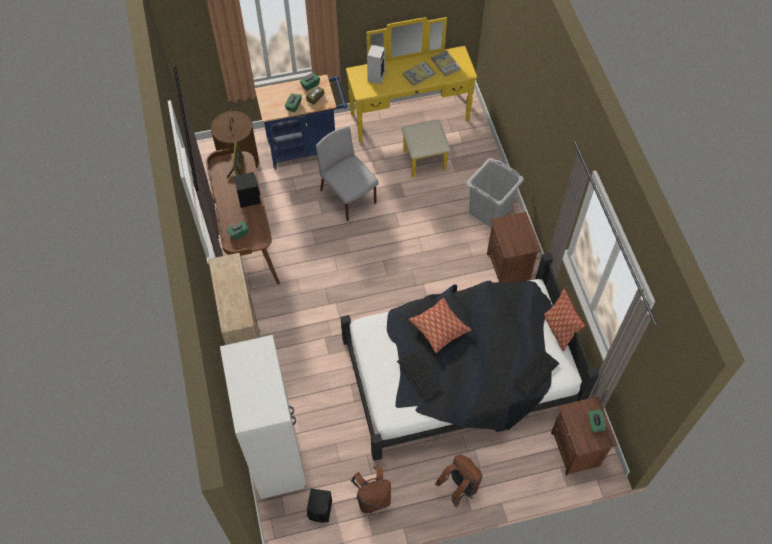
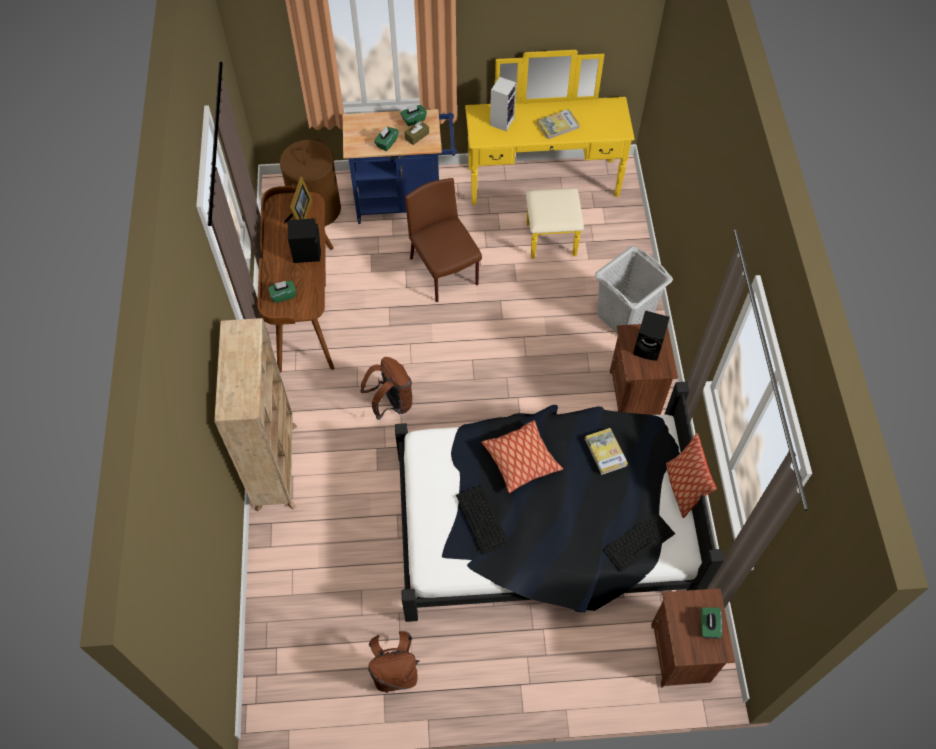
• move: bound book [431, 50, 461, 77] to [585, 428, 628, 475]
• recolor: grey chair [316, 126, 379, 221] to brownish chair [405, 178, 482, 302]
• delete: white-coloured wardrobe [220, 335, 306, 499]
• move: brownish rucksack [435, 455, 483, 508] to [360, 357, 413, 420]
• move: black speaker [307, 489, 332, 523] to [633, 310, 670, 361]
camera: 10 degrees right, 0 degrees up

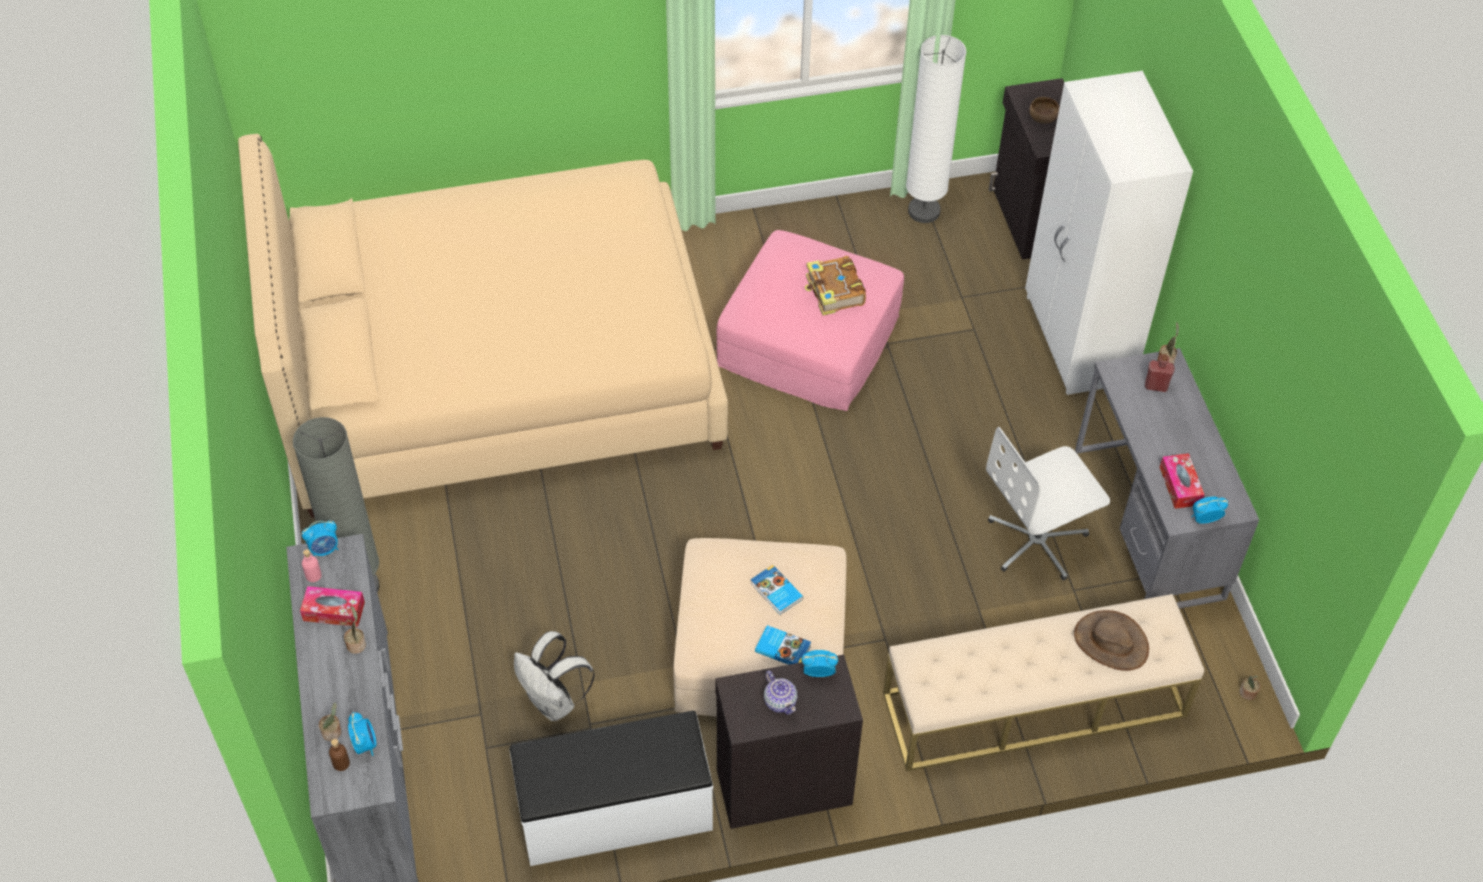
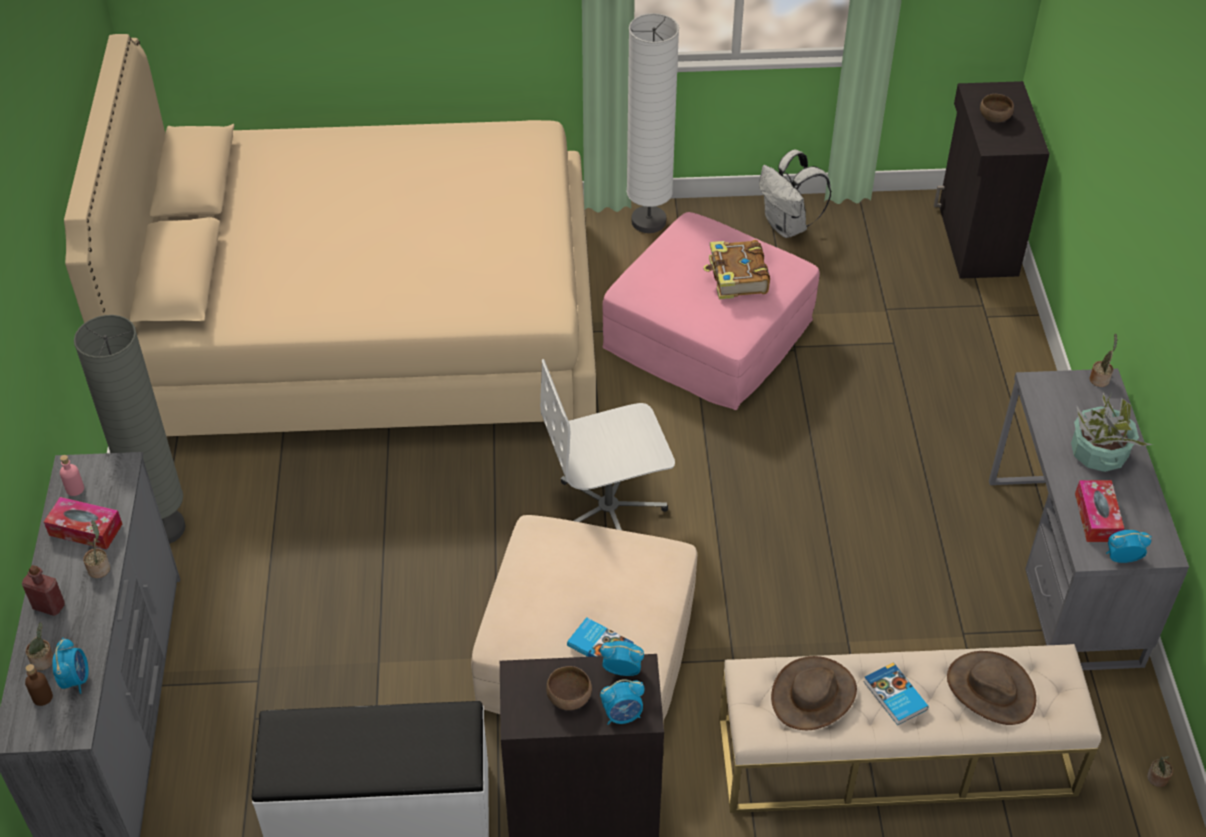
• move: white-coloured standard lamp [906, 35, 967, 223] to [626, 13, 679, 233]
• delete: white-coloured wardrobe [1025, 71, 1193, 395]
• move: red-coloured bottle [1145, 354, 1175, 392] to [22, 565, 65, 616]
• move: white-coloured desk chair [986, 427, 1110, 580] to [540, 359, 675, 530]
• move: alarm clock [302, 521, 338, 556] to [600, 679, 645, 725]
• move: bound book [750, 565, 803, 615] to [864, 662, 929, 725]
• move: white-coloured rucksack [514, 631, 595, 721] to [759, 150, 831, 238]
• replace: teapot [764, 671, 797, 715] to brownish bowl [546, 666, 592, 710]
• insert: potted plant [1071, 391, 1153, 472]
• insert: brownish hat [771, 656, 857, 730]
camera: 10 degrees right, 5 degrees down

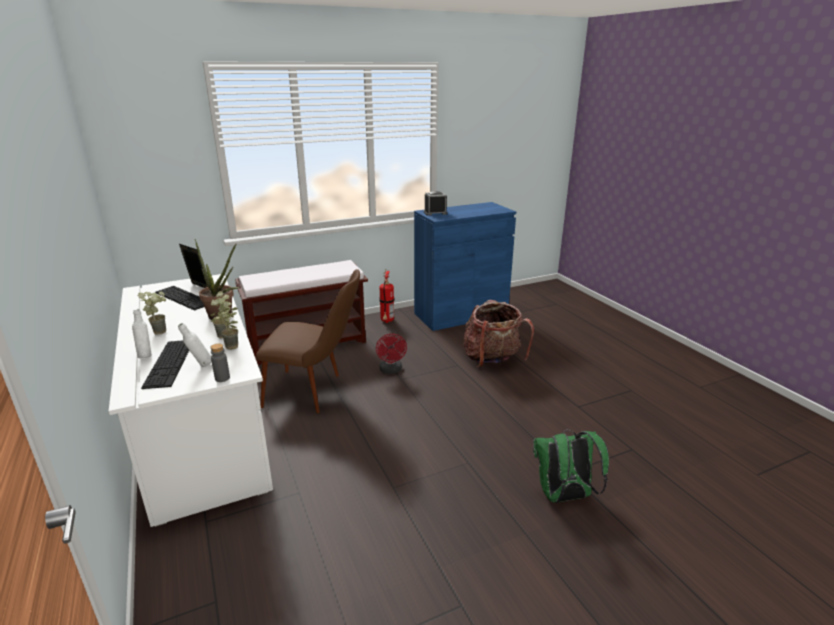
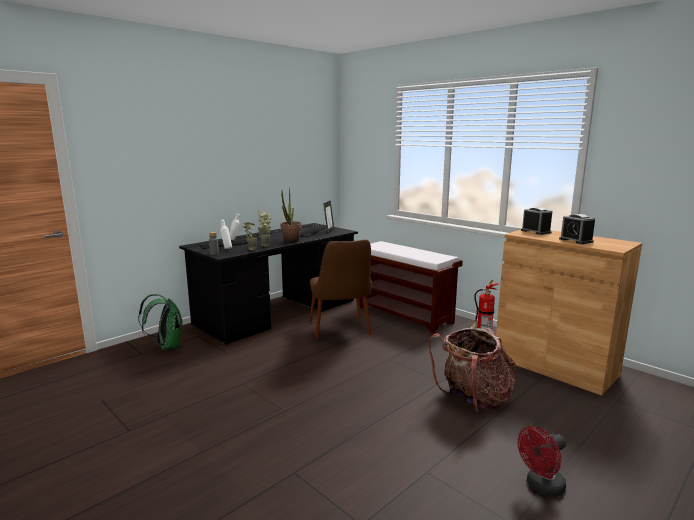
• recolor: blue-coloured storage cabinet [414, 202, 516, 331] to brownish storage cabinet [496, 230, 642, 396]
• recolor: white-coloured desk table [109, 274, 273, 527] to black desk table [179, 223, 358, 345]
• move: red-coloured electric fan [376, 334, 407, 374] to [518, 426, 566, 497]
• move: green-coloured rucksack [533, 430, 609, 503] to [138, 294, 182, 350]
• insert: alarm clock [559, 214, 595, 244]
camera: 70 degrees right, 10 degrees down

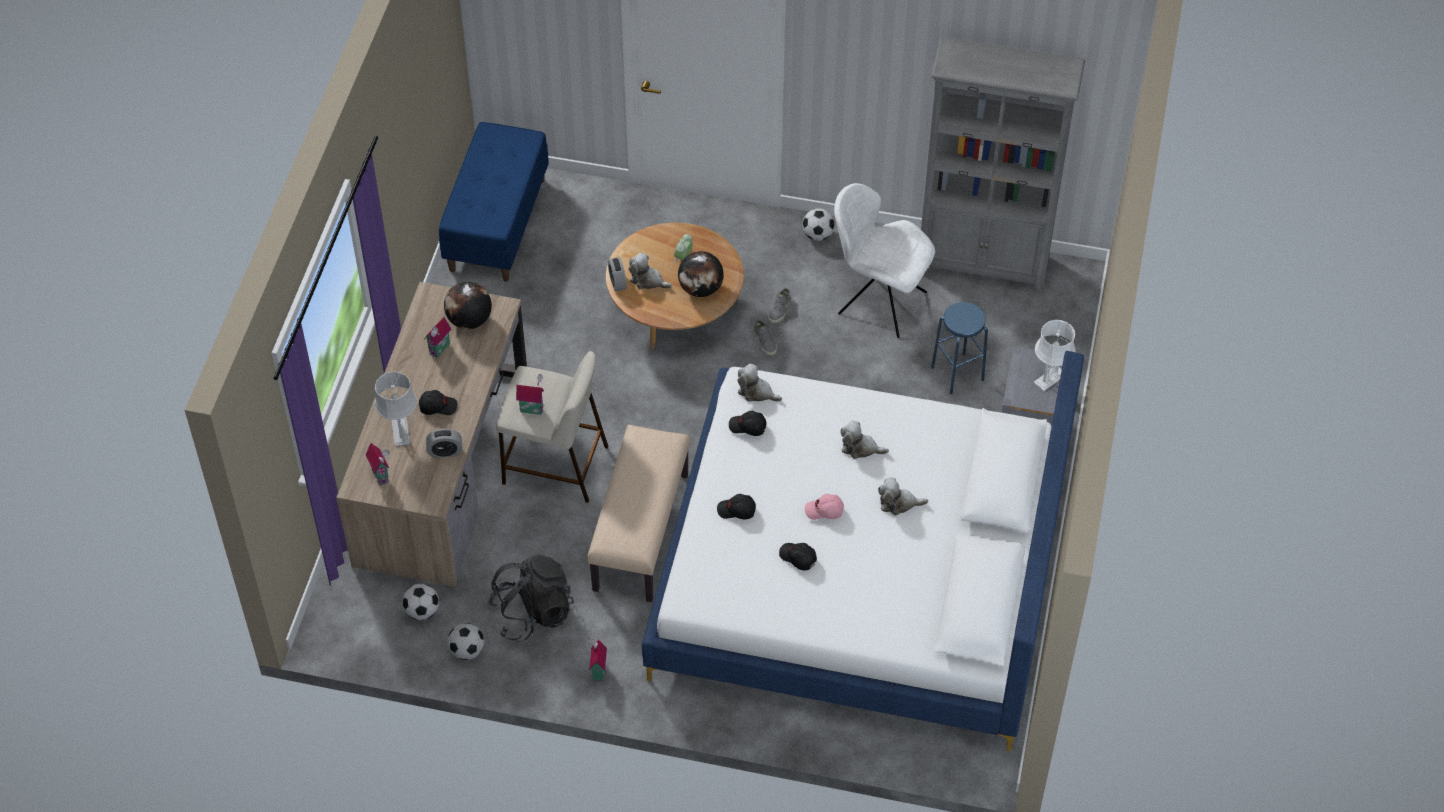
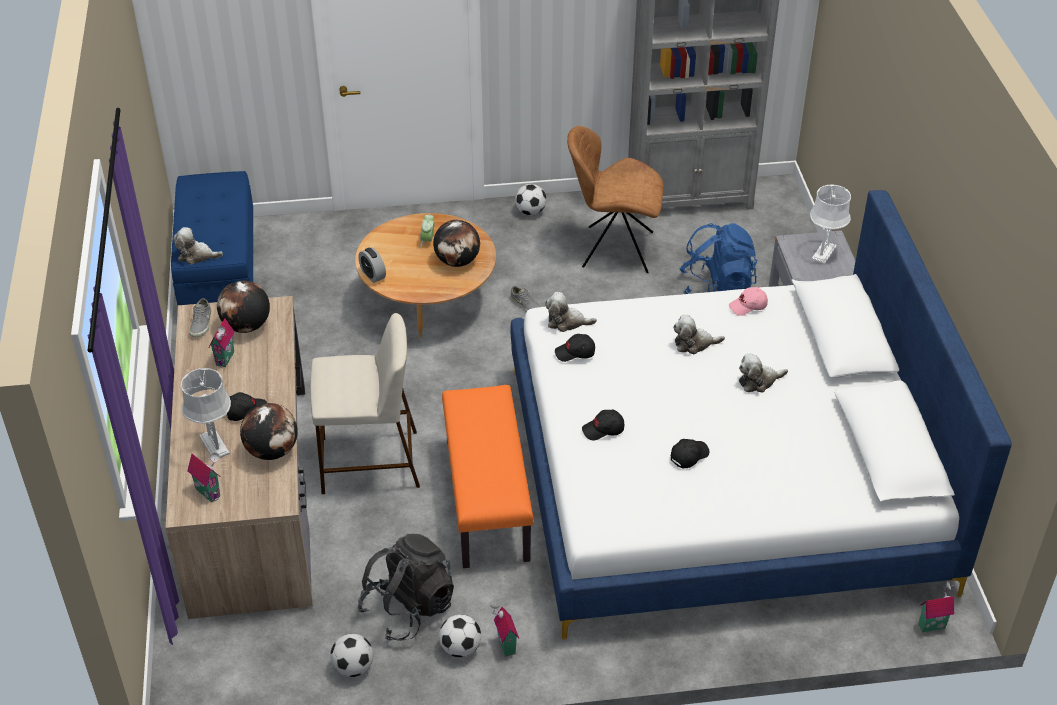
• recolor: white-coloured chair [834, 183, 935, 338] to brownish chair [567, 126, 664, 273]
• move: cuddly toy [629, 253, 672, 289] to [173, 227, 223, 265]
• move: grey item of footwear [768, 288, 791, 323] to [190, 298, 211, 337]
• replace: blue-coloured stool seat [931, 302, 988, 394] to blue-coloured rucksack [679, 223, 757, 294]
• move: miniature house [516, 374, 544, 415] to [919, 581, 954, 632]
• recolor: beige long seat [587, 425, 691, 602] to orange-coloured long seat [442, 385, 534, 568]
• replace: alarm clock [426, 429, 462, 458] to globe [240, 403, 298, 460]
• move: pink-coloured peaked cap [805, 494, 844, 520] to [729, 287, 768, 316]
• rotate: black peaked cap [779, 543, 817, 571] = [671, 439, 709, 468] 120 degrees clockwise
• move: football ball [402, 583, 439, 620] to [439, 614, 481, 657]
camera: 20 degrees left, 10 degrees down

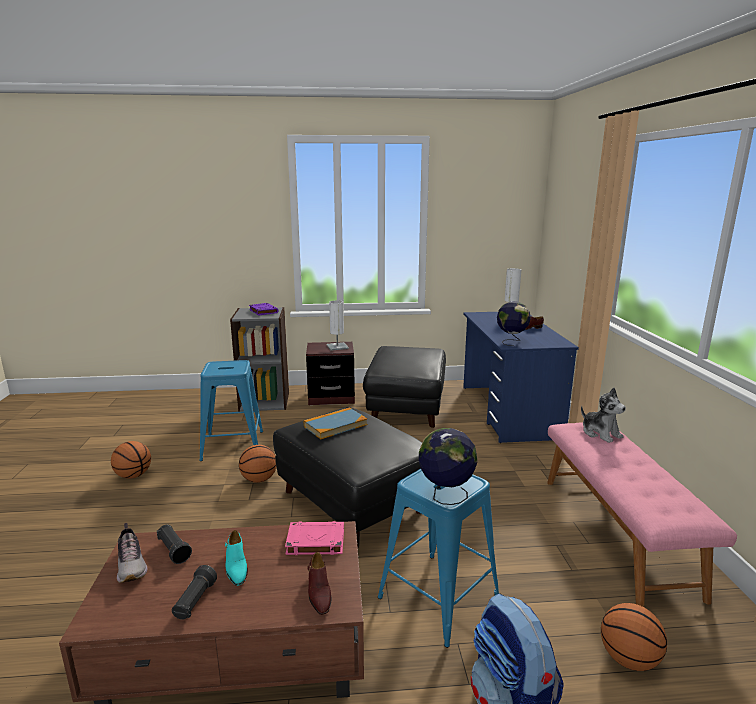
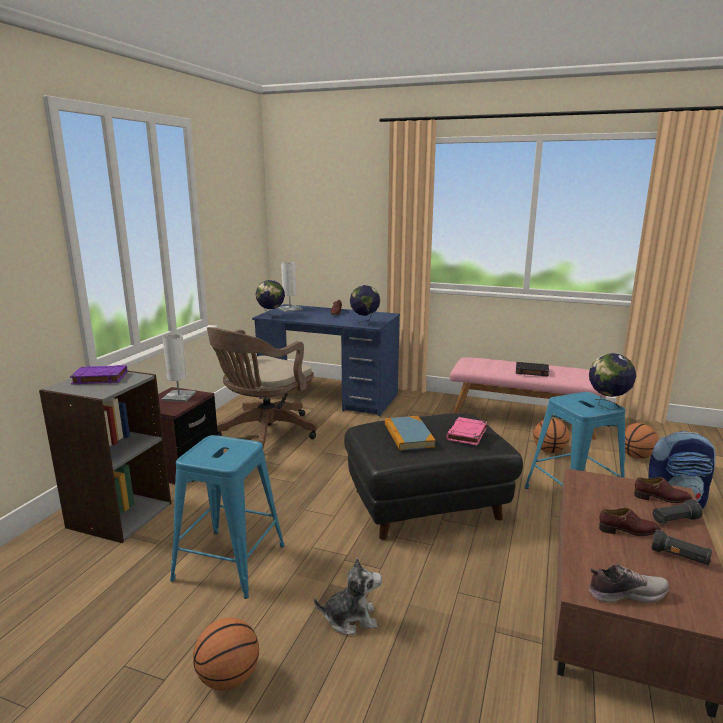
• replace: black pouffe [363, 346, 446, 428] to brownish desk chair [207, 327, 317, 448]
• move: cuddly toy [581, 388, 626, 443] to [314, 557, 382, 635]
• move: ball for basketball [239, 445, 276, 483] to [533, 418, 570, 453]
• move: pink-coloured bound book [285, 521, 344, 555] to [446, 417, 487, 445]
• move: black hand torch [157, 525, 192, 564] to [652, 499, 703, 524]
• recolor: turquoise-coloured item of footwear [225, 530, 248, 586] to brownish item of footwear [599, 508, 661, 536]
• insert: globe [256, 280, 285, 317]
• insert: black bound book [516, 362, 549, 377]
camera: 65 degrees left, 0 degrees up

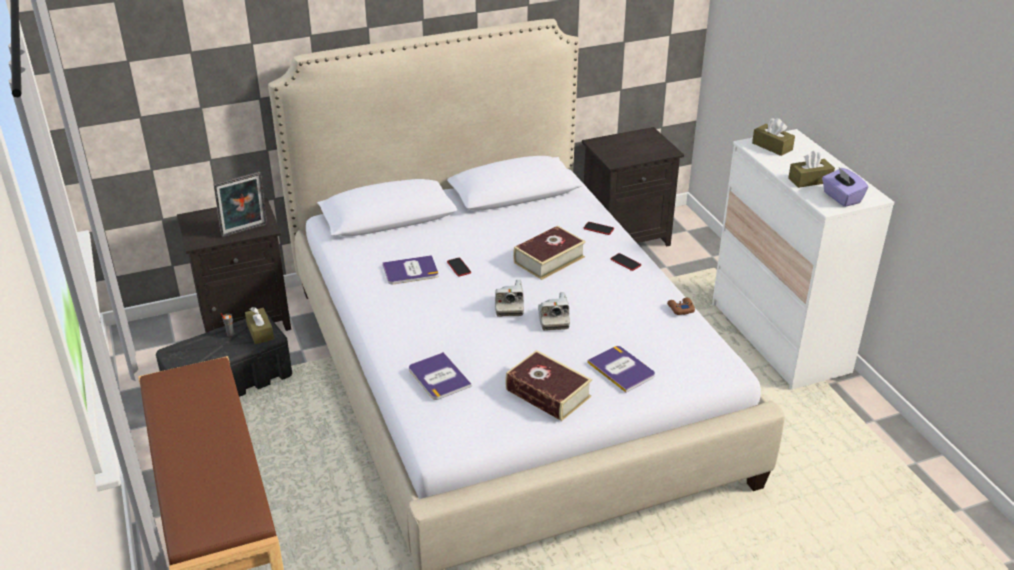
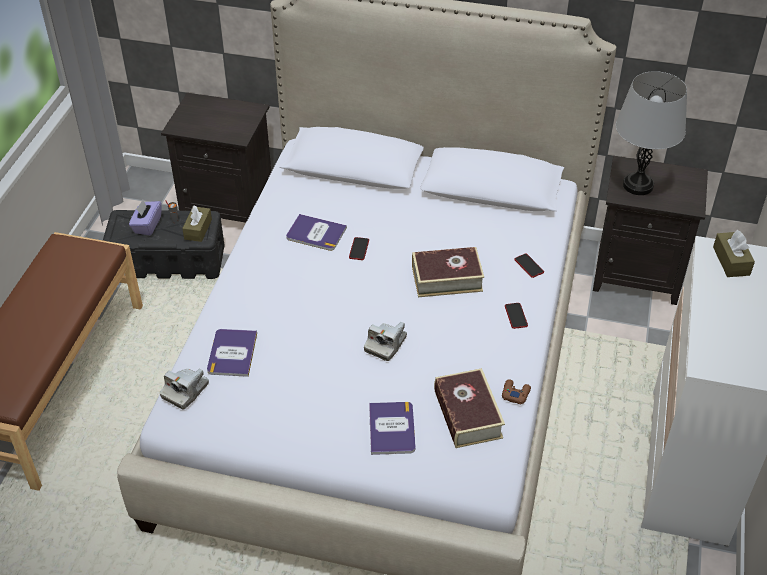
• delete: brownish box of tissues [788, 150, 835, 188]
• move: purplish box of tissues [822, 167, 868, 207] to [129, 200, 161, 235]
• delete: standing frame [213, 172, 267, 237]
• move: photo camera [495, 279, 524, 317] to [160, 368, 209, 409]
• move: bound book [505, 350, 592, 421] to [434, 368, 505, 448]
• insert: grey table lamp [616, 71, 687, 195]
camera: 35 degrees right, 10 degrees up

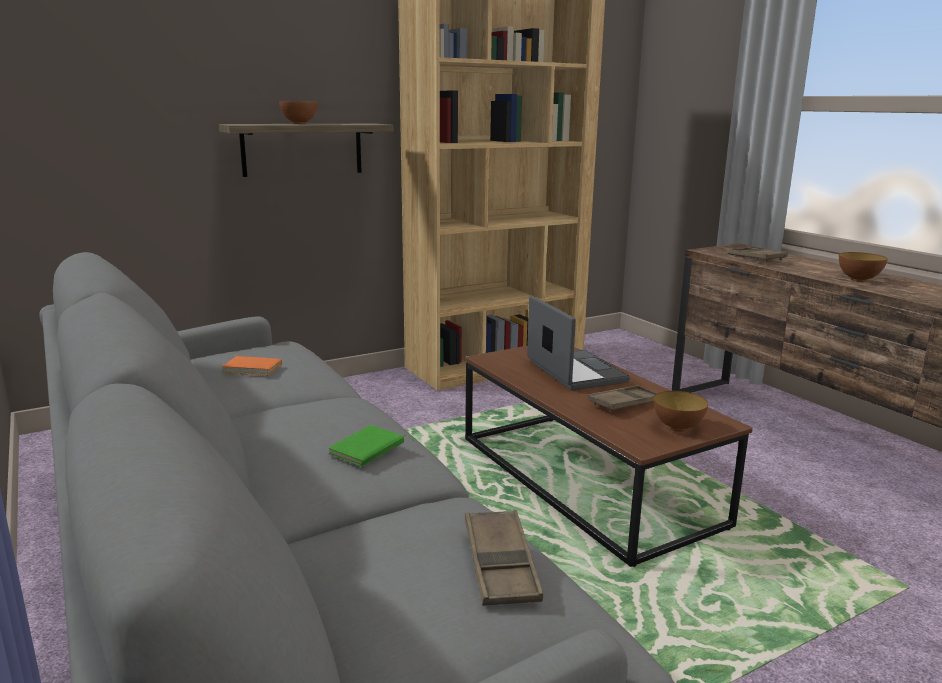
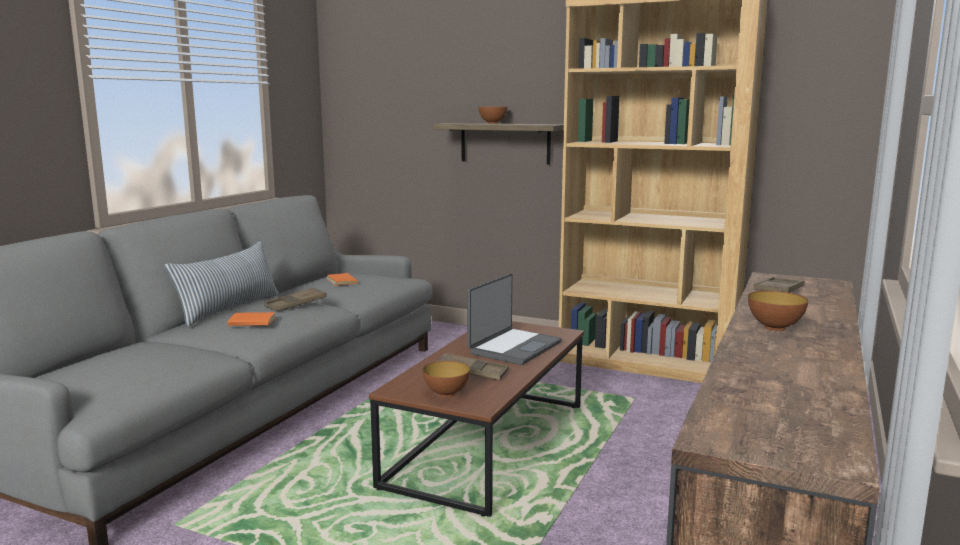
• recolor: green-coloured bound book [329, 425, 415, 467] to orange-coloured bound book [227, 312, 276, 326]
• move: brownish carrying tray [465, 510, 543, 606] to [264, 287, 327, 312]
• insert: pillow [165, 241, 279, 327]
camera: 55 degrees right, 5 degrees down

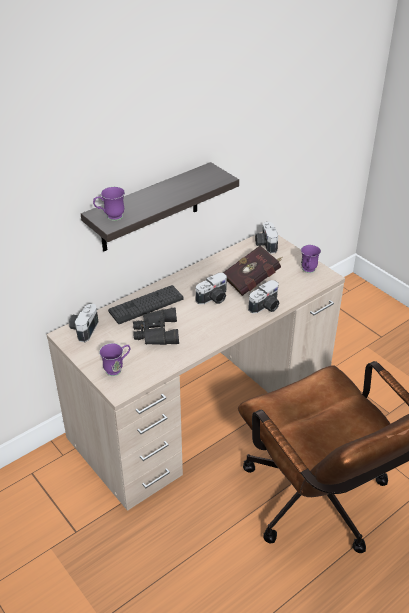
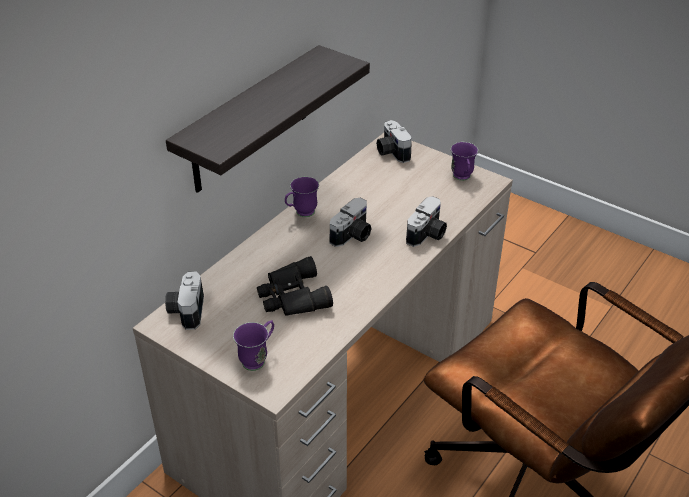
• move: purplish coffee mug [93, 187, 125, 221] to [285, 177, 319, 217]
• delete: red-coloured bound book [223, 245, 282, 296]
• delete: computer keyboard [108, 285, 184, 324]
camera: 15 degrees left, 0 degrees up

